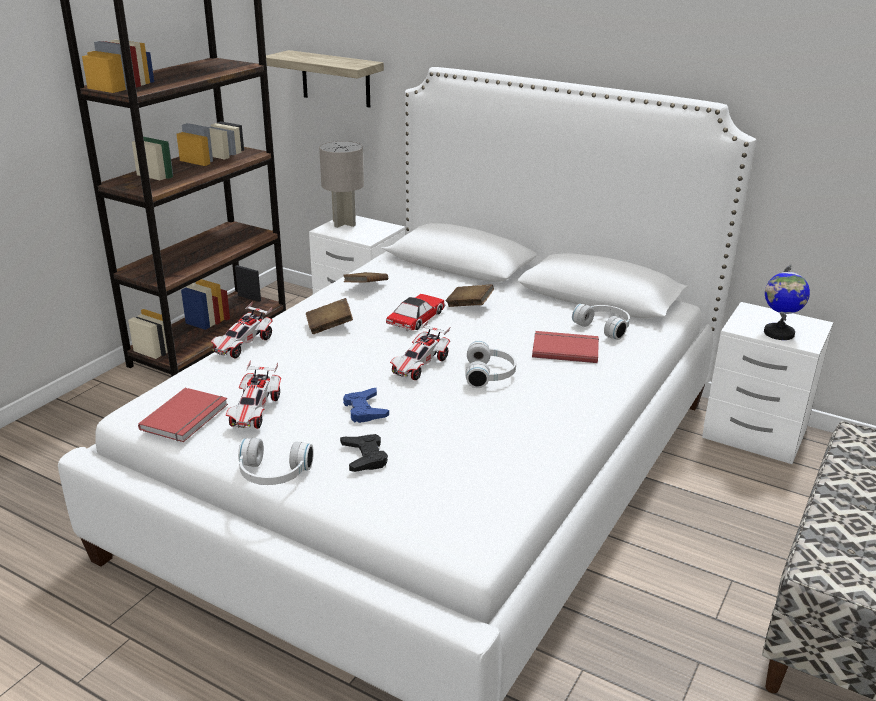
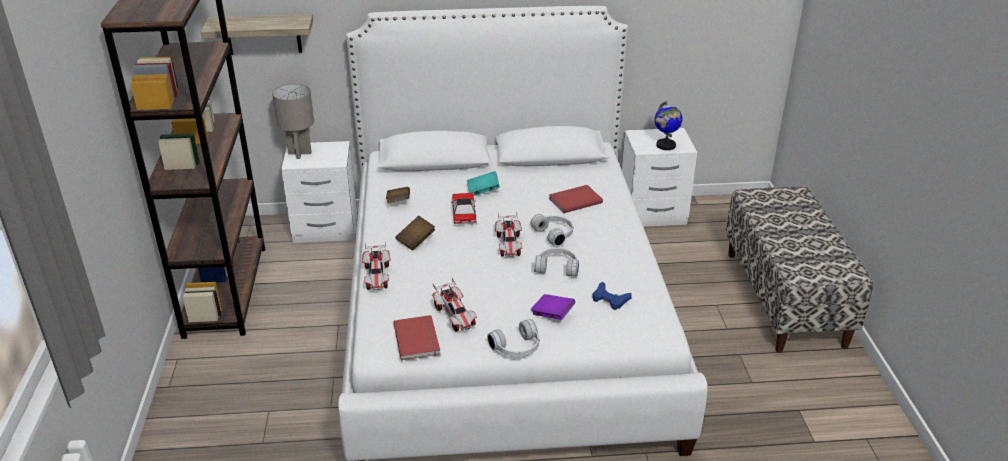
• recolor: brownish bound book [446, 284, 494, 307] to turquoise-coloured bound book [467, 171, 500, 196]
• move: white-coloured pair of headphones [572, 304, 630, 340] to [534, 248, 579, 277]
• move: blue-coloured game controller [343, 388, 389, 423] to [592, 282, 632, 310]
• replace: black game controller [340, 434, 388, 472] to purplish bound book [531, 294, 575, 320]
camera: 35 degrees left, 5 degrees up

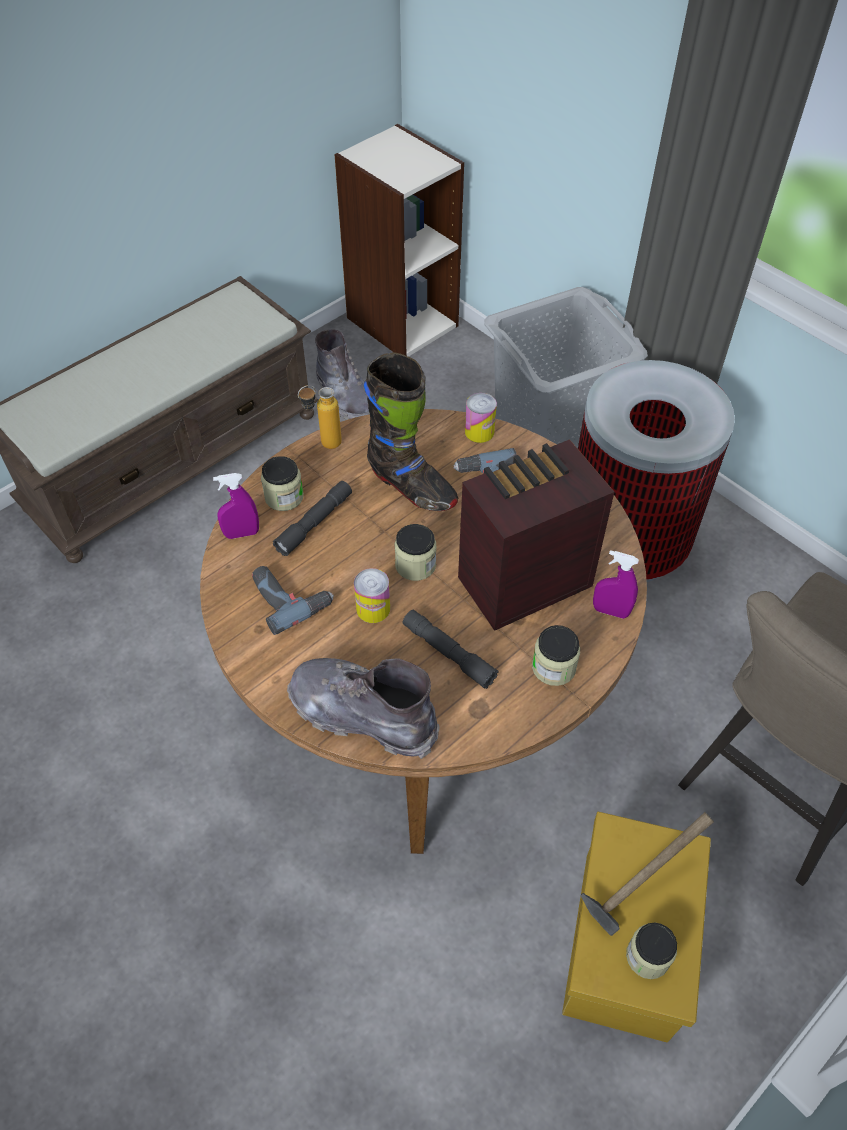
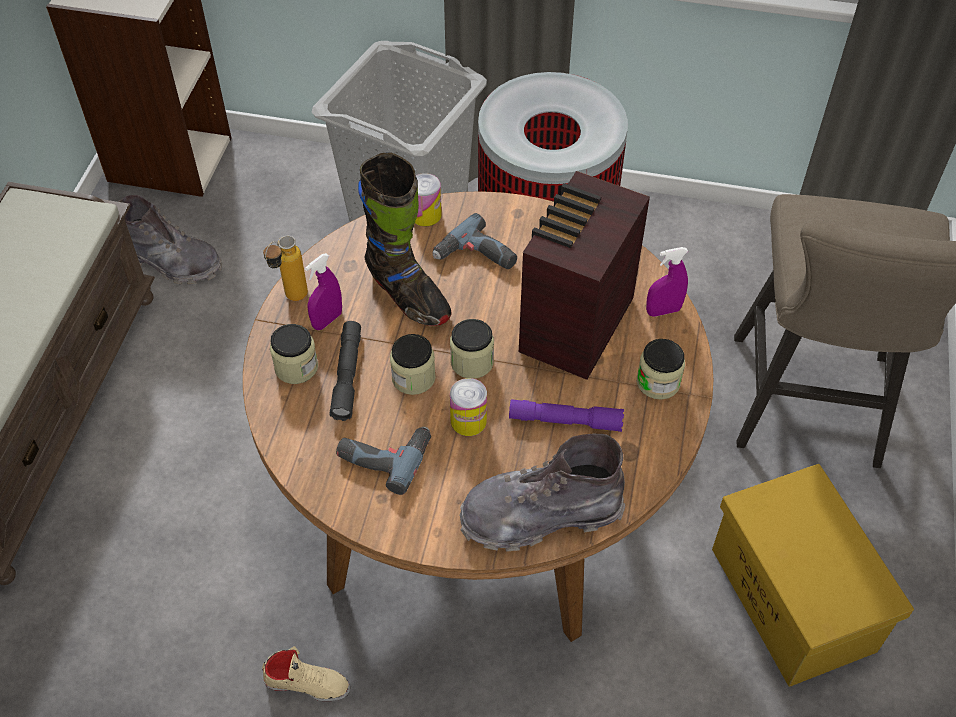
• rotate: black high-top boot [363, 352, 458, 511] = [358, 152, 451, 326] 45 degrees clockwise
• move: purplish spray bottle [213, 473, 259, 539] to [305, 253, 342, 330]
• recolor: grey hand torch [403, 610, 499, 689] to purplish hand torch [509, 399, 624, 432]
• delete: hammer [581, 812, 714, 936]
• move: storage jar [626, 923, 677, 979] to [390, 334, 436, 395]
• insert: beige item of footwear [262, 646, 350, 701]
camera: 35 degrees left, 0 degrees up

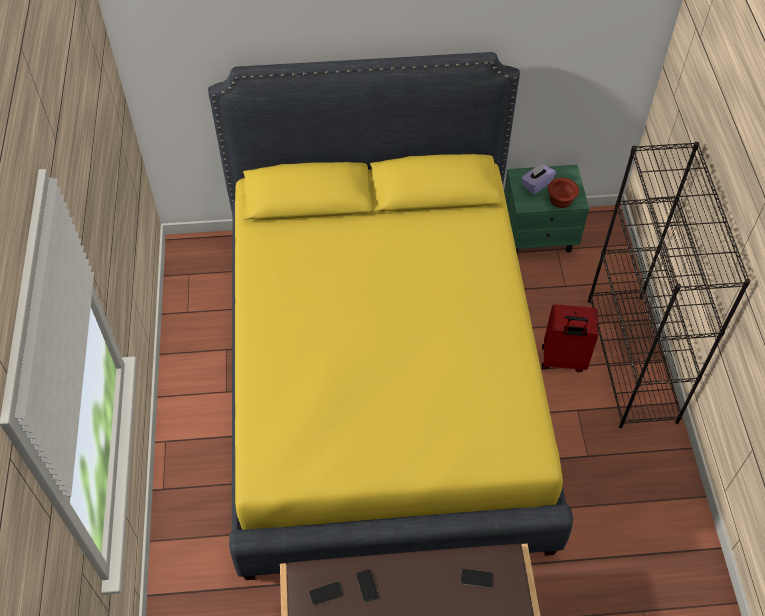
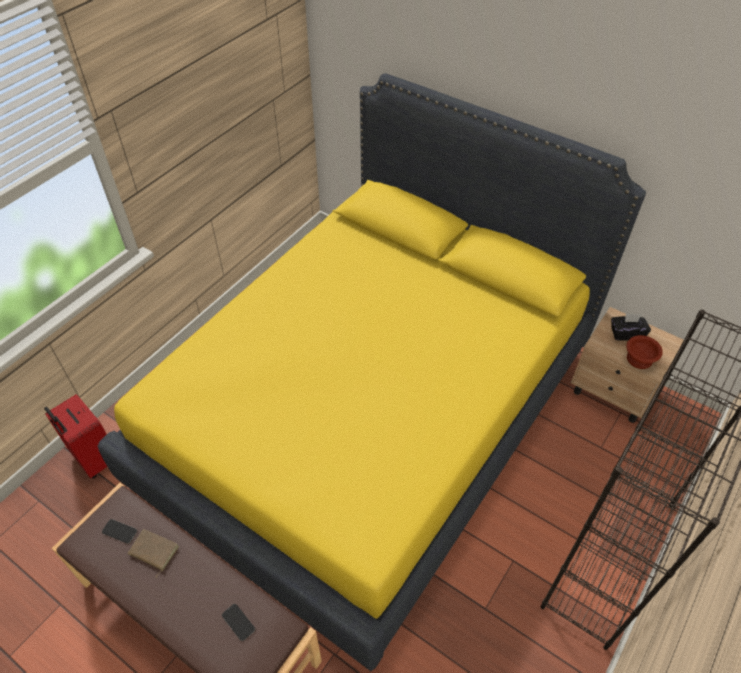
• recolor: purplish box of tissues [521, 163, 556, 194] to black box of tissues [611, 314, 651, 340]
• recolor: green-coloured night table [504, 165, 589, 255] to beige night table [571, 307, 684, 423]
• move: red-coloured piece of luggage [542, 304, 598, 372] to [44, 394, 107, 479]
• replace: handset [356, 569, 379, 603] to brownish bound book [128, 529, 179, 577]
camera: 40 degrees right, 5 degrees down

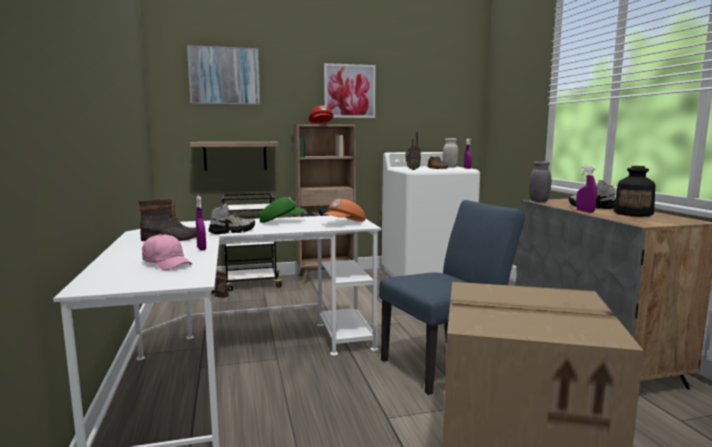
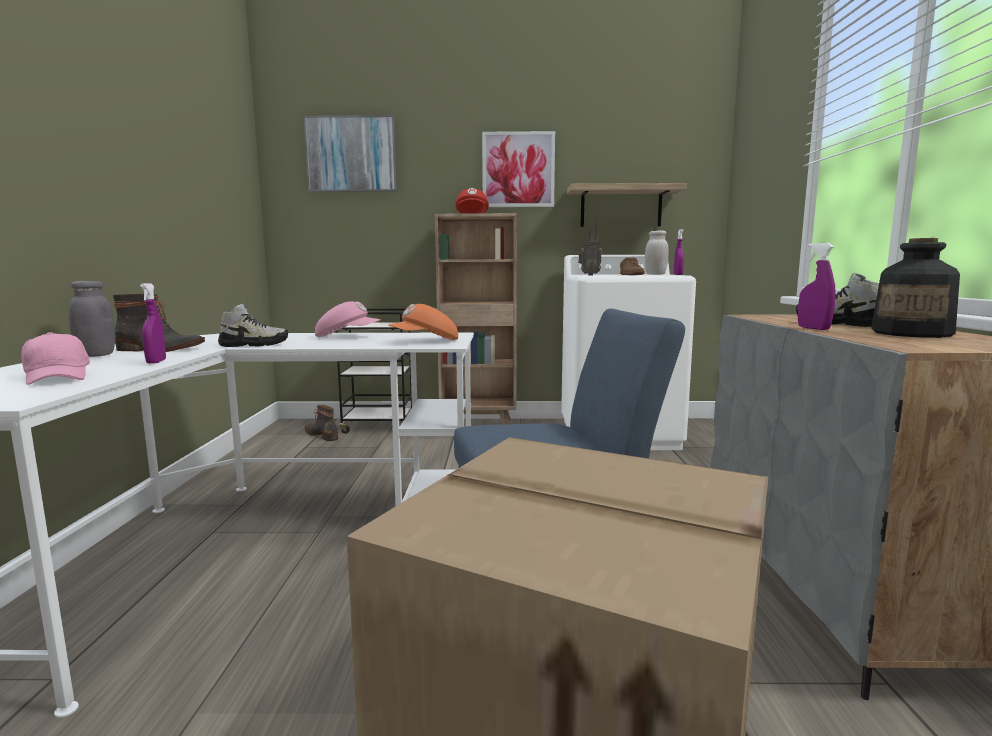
• move: shelf [190, 142, 279, 171] to [567, 183, 687, 227]
• move: grey storage jar [529, 161, 551, 202] to [69, 281, 115, 357]
• recolor: green-coloured peaked cap [260, 197, 306, 223] to pink-coloured peaked cap [315, 301, 381, 337]
camera: 15 degrees right, 0 degrees up

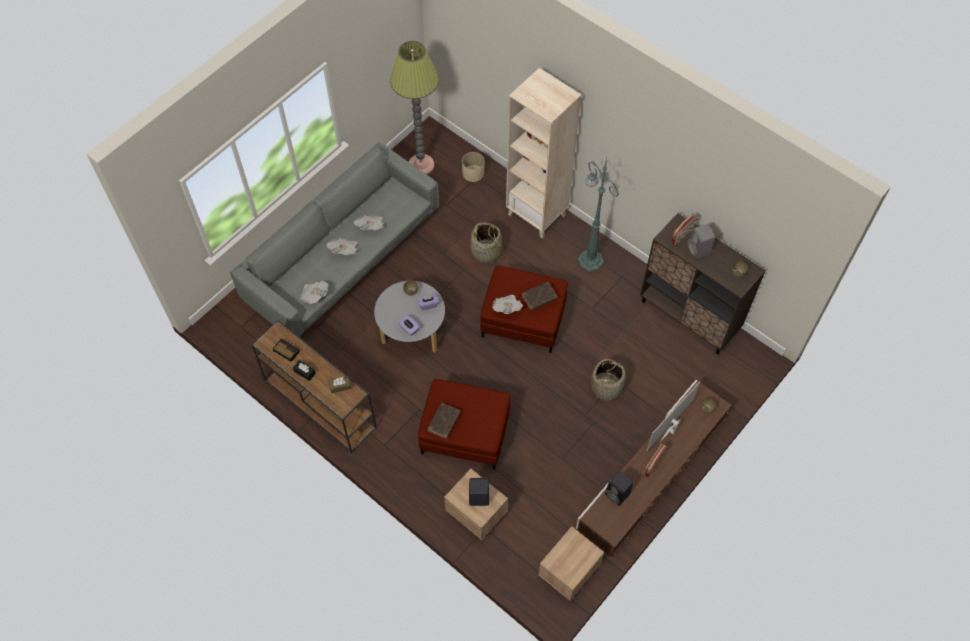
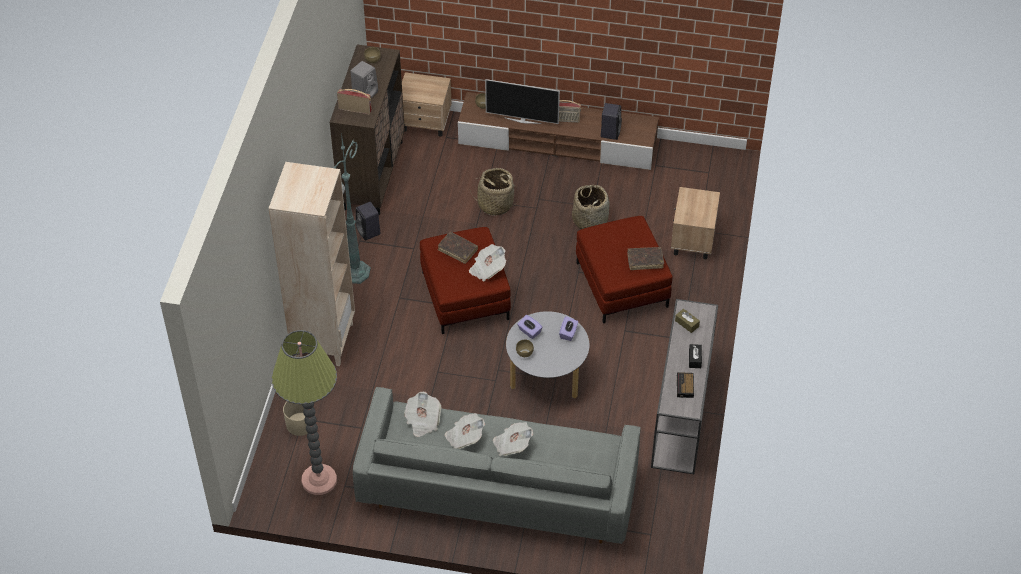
• move: storage basket [470, 222, 503, 264] to [572, 184, 610, 229]
• move: daily paper [299, 281, 329, 304] to [404, 392, 442, 437]
• recolor: brownish narrow table [251, 320, 377, 453] to grey narrow table [651, 299, 718, 474]
• move: black speaker [469, 478, 489, 506] to [355, 202, 381, 241]
• move: beige night table [539, 526, 604, 601] to [402, 72, 452, 137]
camera: 120 degrees left, 10 degrees down

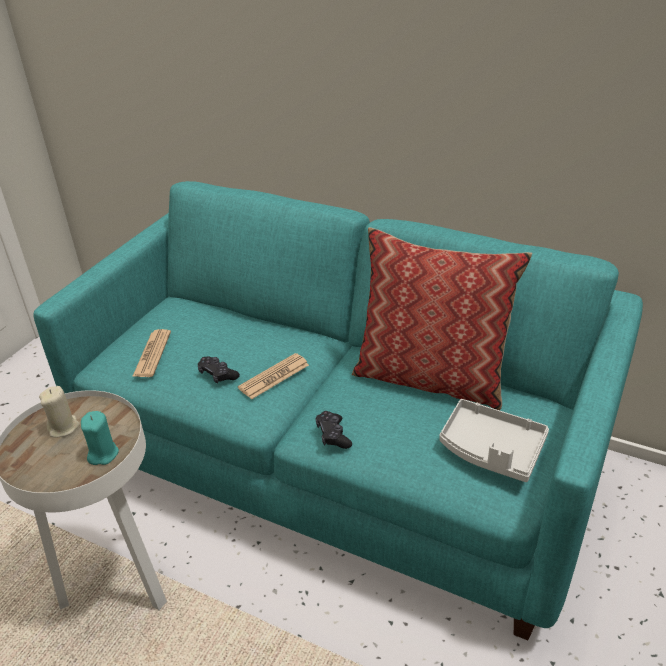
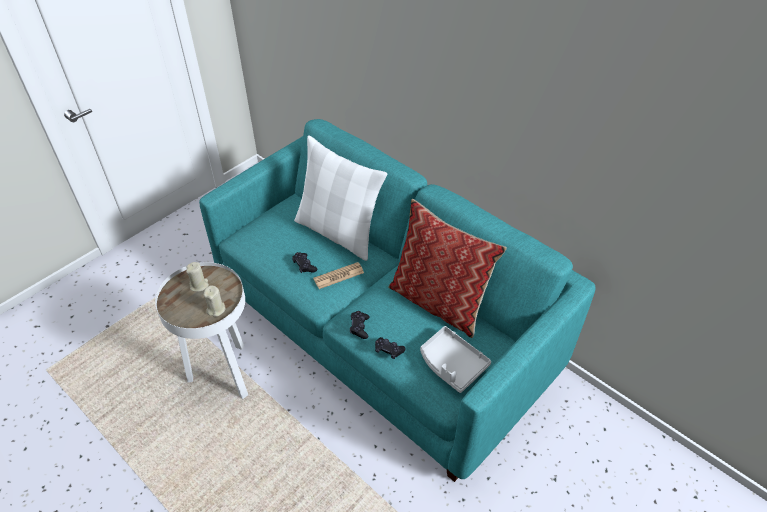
• delete: daily paper [132, 329, 171, 377]
• recolor: turquoise-coloured wax candle [81, 411, 119, 465] to beige wax candle [204, 285, 225, 317]
• insert: white-coloured pillow [294, 135, 387, 261]
• insert: black game controller [375, 337, 406, 359]
camera: 15 degrees right, 10 degrees up

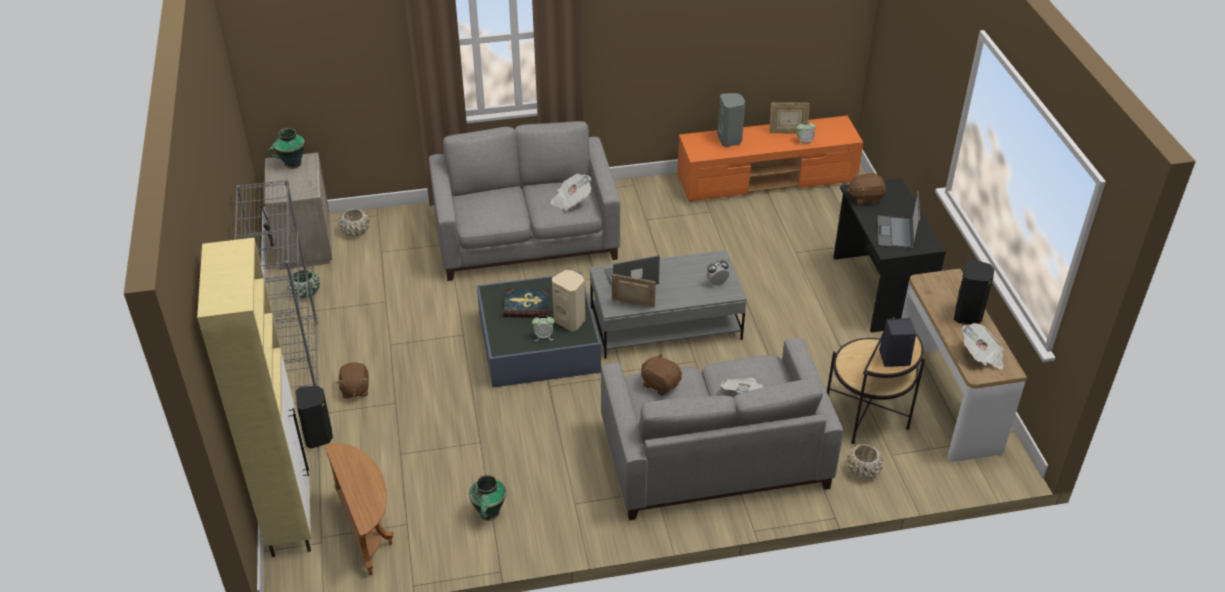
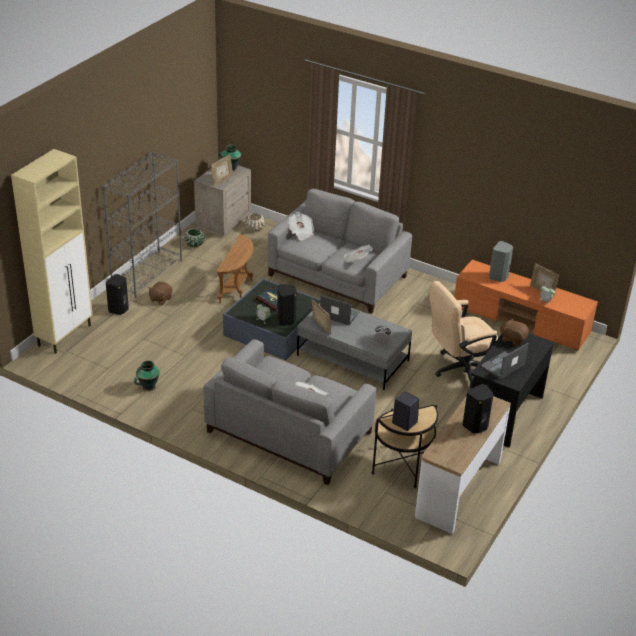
• recolor: beige speaker [552, 270, 585, 331] to black speaker [277, 284, 297, 326]
• move: daily paper [962, 323, 1004, 369] to [289, 212, 314, 241]
• delete: brownish cuddly toy [641, 353, 682, 396]
• move: brownish side table [324, 443, 393, 576] to [216, 234, 253, 304]
• delete: beige plant pot [847, 444, 884, 479]
• insert: standing frame [211, 155, 233, 186]
• insert: beige desk chair [429, 281, 498, 388]
camera: 40 degrees right, 5 degrees down

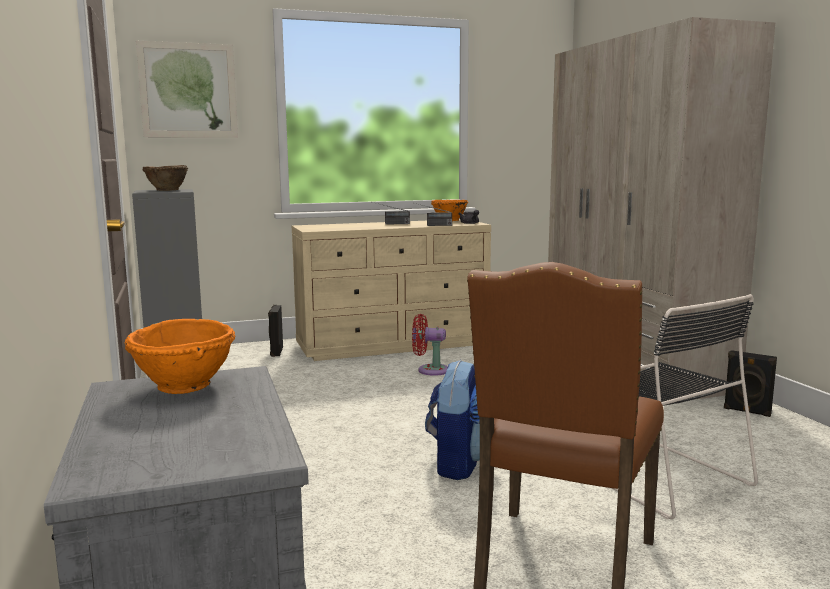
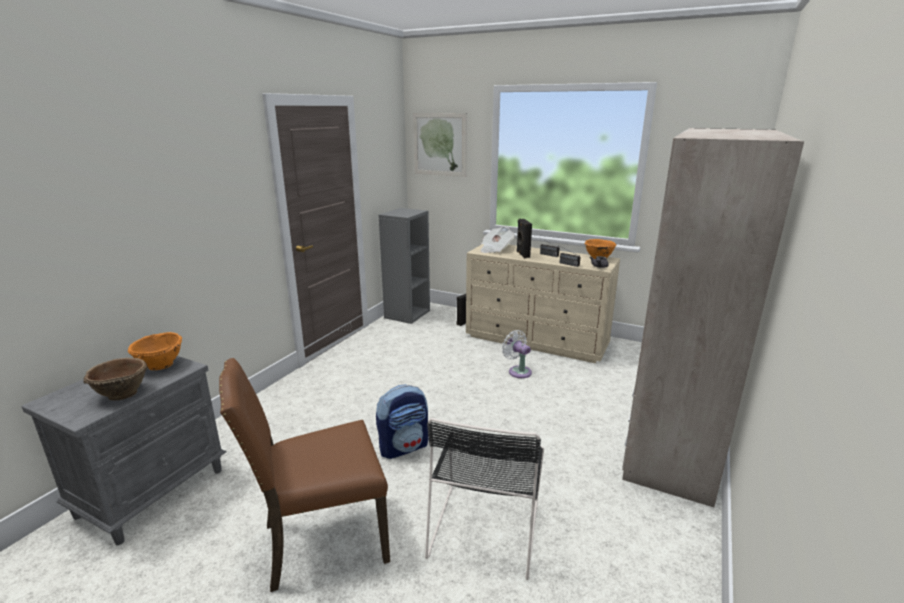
• move: brownish bowl [142, 165, 188, 191] to [83, 358, 148, 401]
• recolor: red-coloured electric fan [412, 314, 448, 376] to white-coloured electric fan [502, 330, 532, 378]
• move: black speaker [724, 350, 777, 417] to [516, 219, 532, 258]
• insert: daily paper [480, 227, 515, 253]
camera: 45 degrees right, 10 degrees up

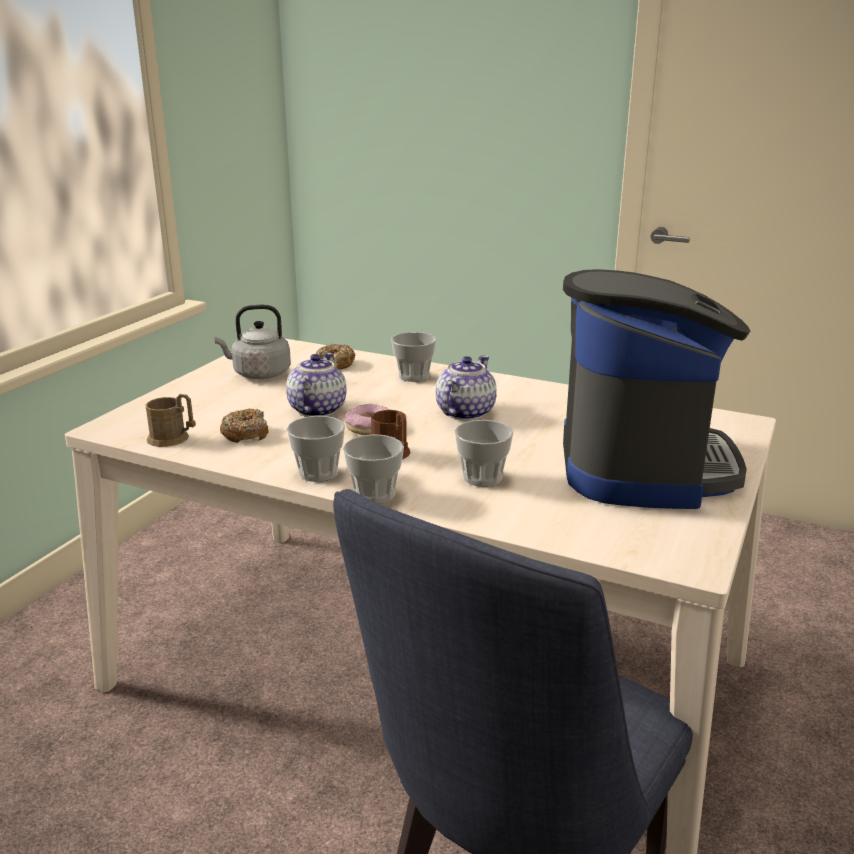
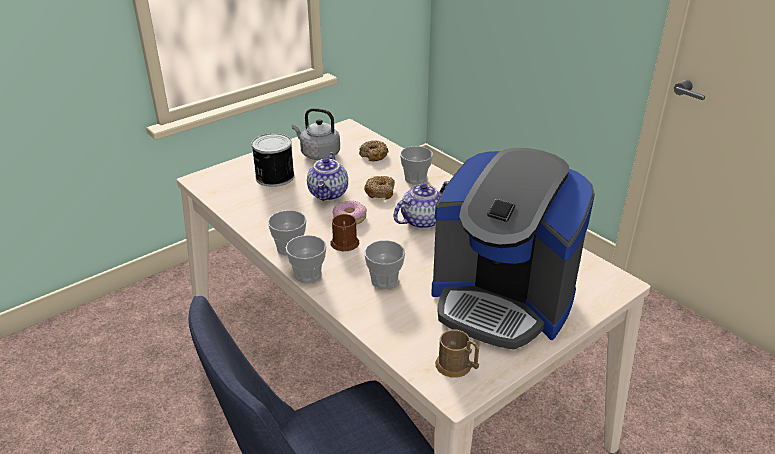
• rotate: coffee machine [563, 269, 750, 509] = [431, 148, 595, 350] 90 degrees clockwise
• rotate: teapot [286, 353, 347, 417] = [307, 152, 348, 201] 150 degrees clockwise
• move: brownish coffee mug [145, 394, 196, 447] to [435, 330, 479, 378]
• move: doughnut [220, 409, 269, 443] to [364, 176, 395, 199]
• insert: sealed can [251, 133, 295, 187]
camera: 25 degrees right, 10 degrees up

